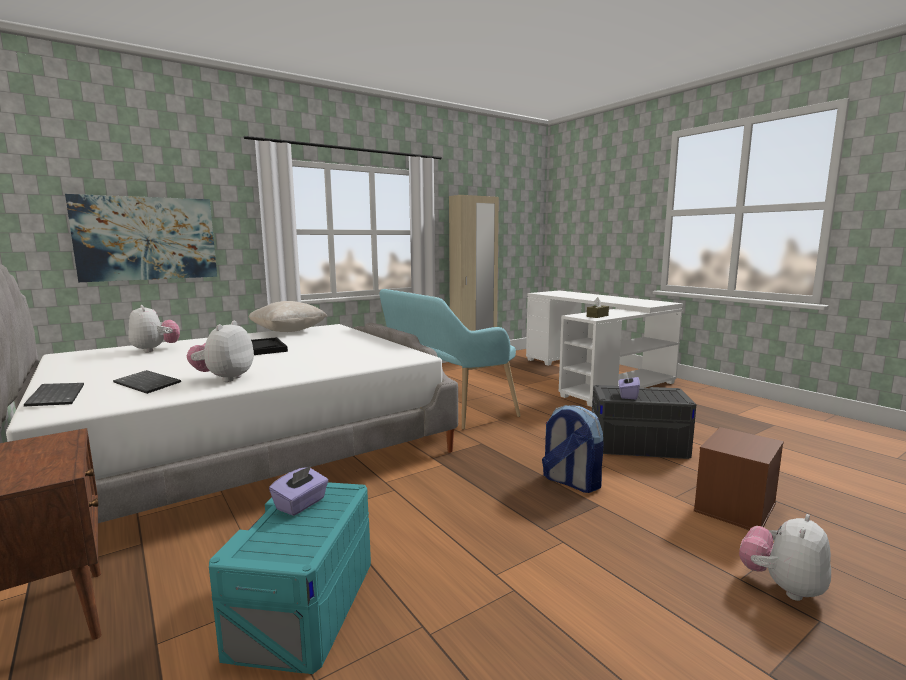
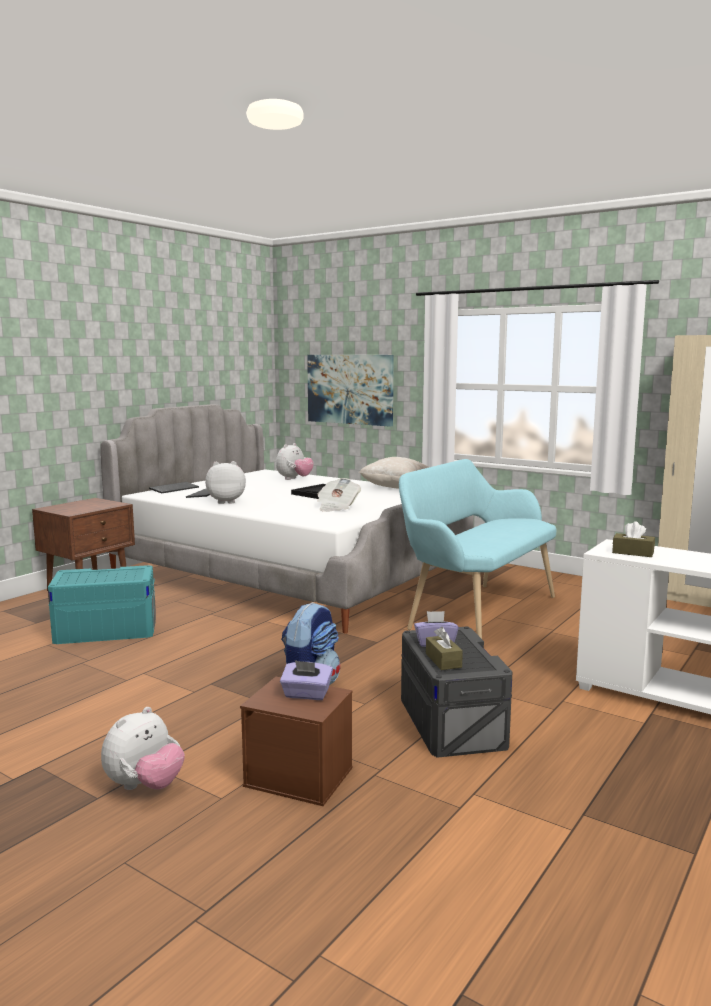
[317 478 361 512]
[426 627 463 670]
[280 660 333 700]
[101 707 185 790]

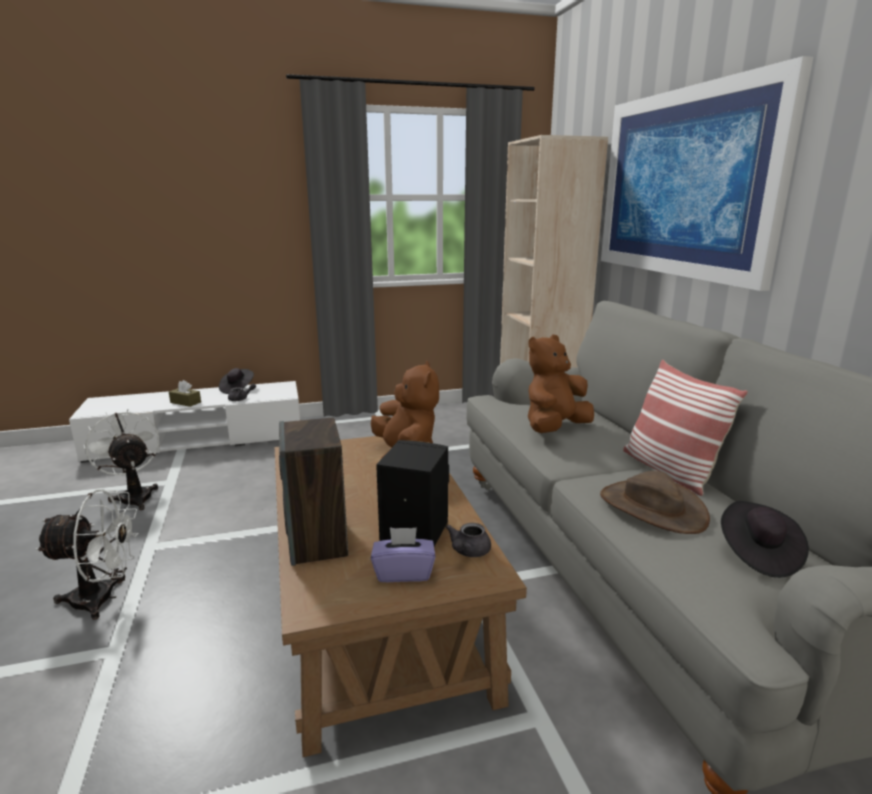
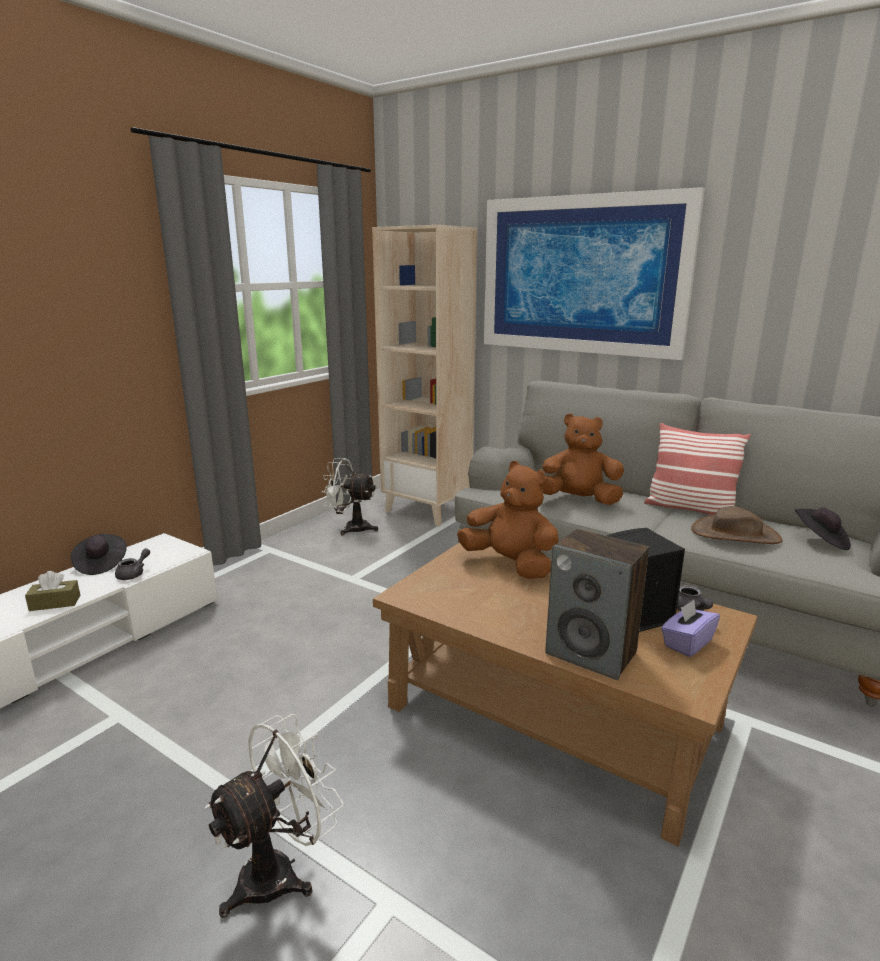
[322 458 378 535]
[542 414 624 505]

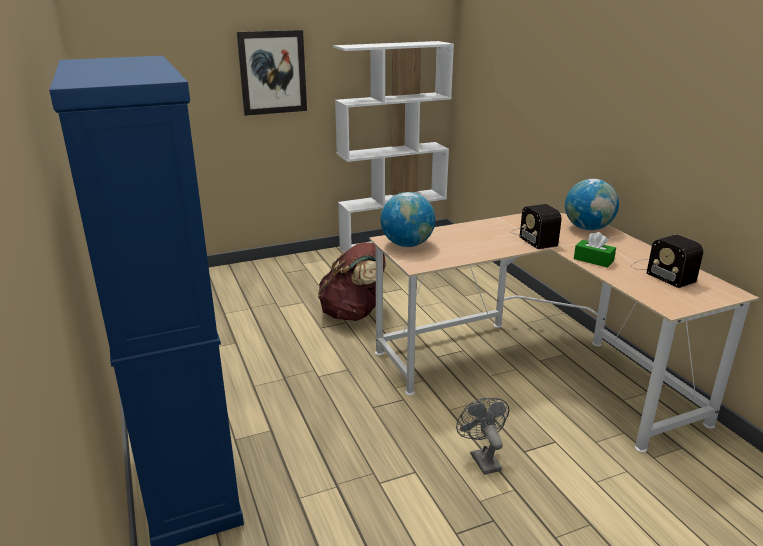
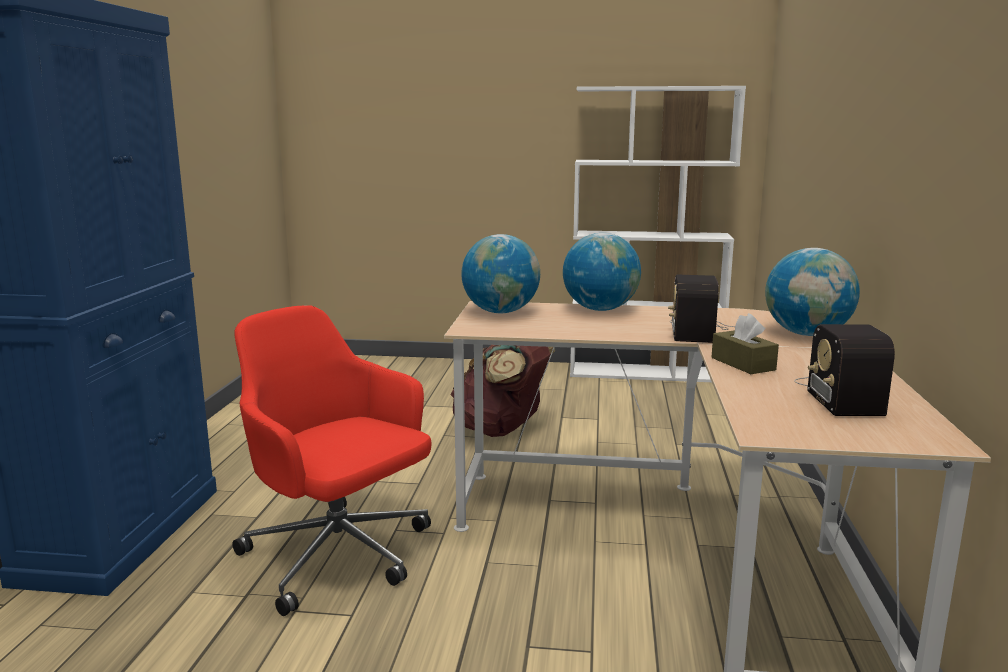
[237 30 307 116] (first image)
[456 398 509 475] (first image)
[232 306 431 616]
[563 233 641 311]
[711 313 779 374]

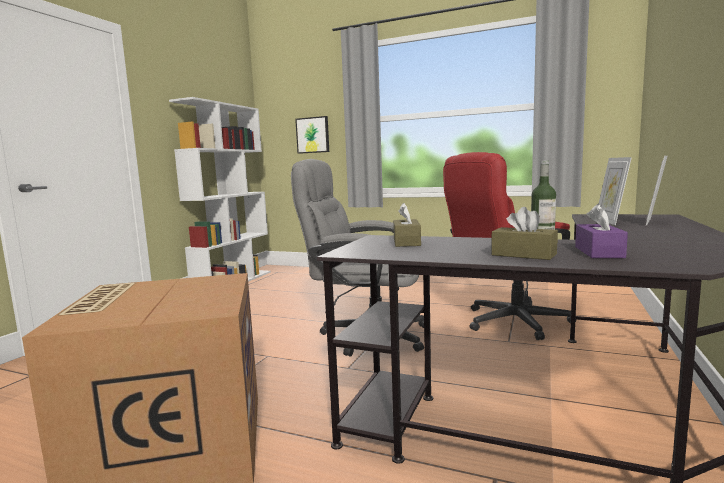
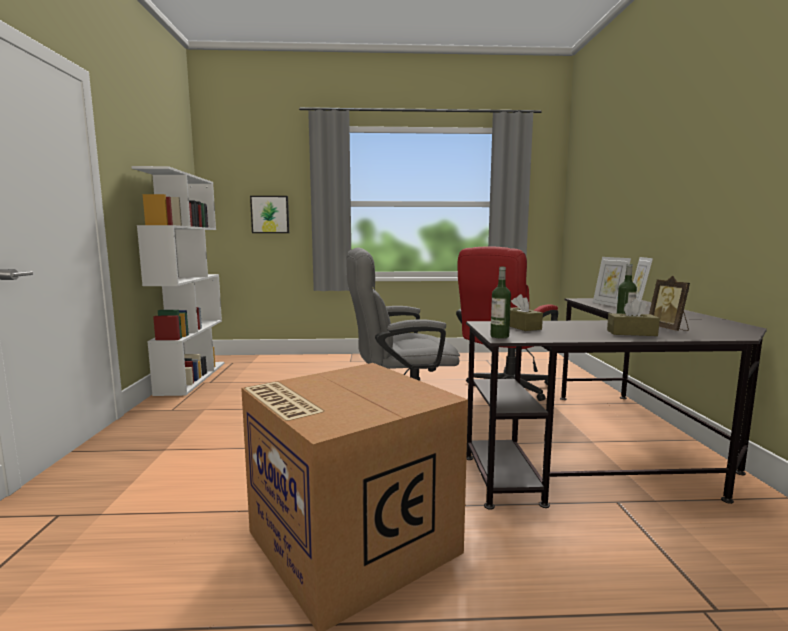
[490 267 511 338]
[649 276 690 331]

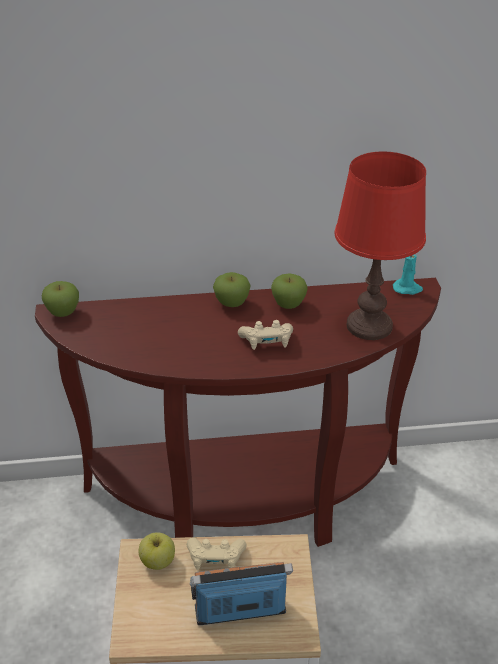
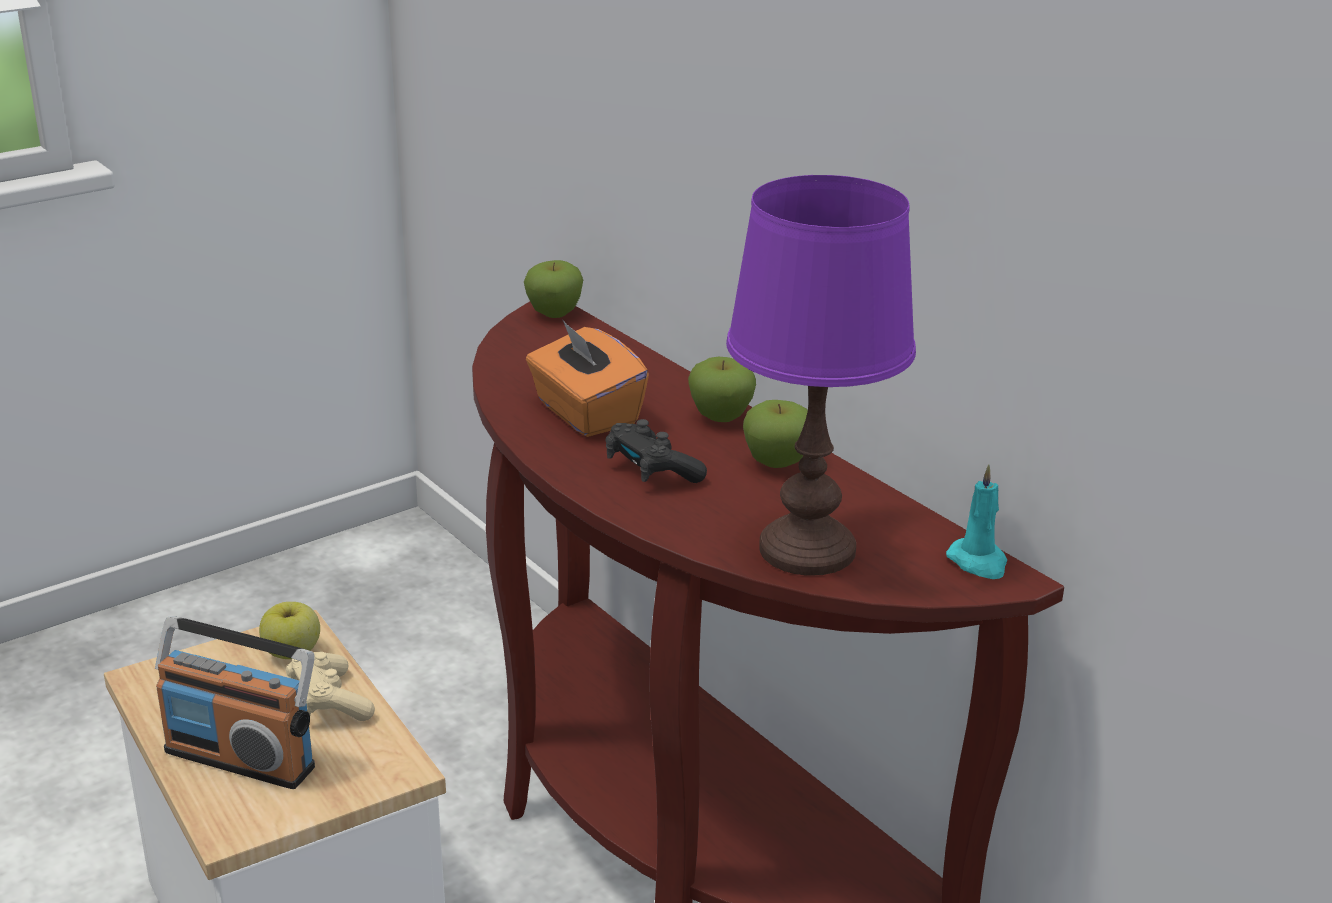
[526 319 649 437]
[606 419 707 483]
[726 175 916 575]
[155 616 315 789]

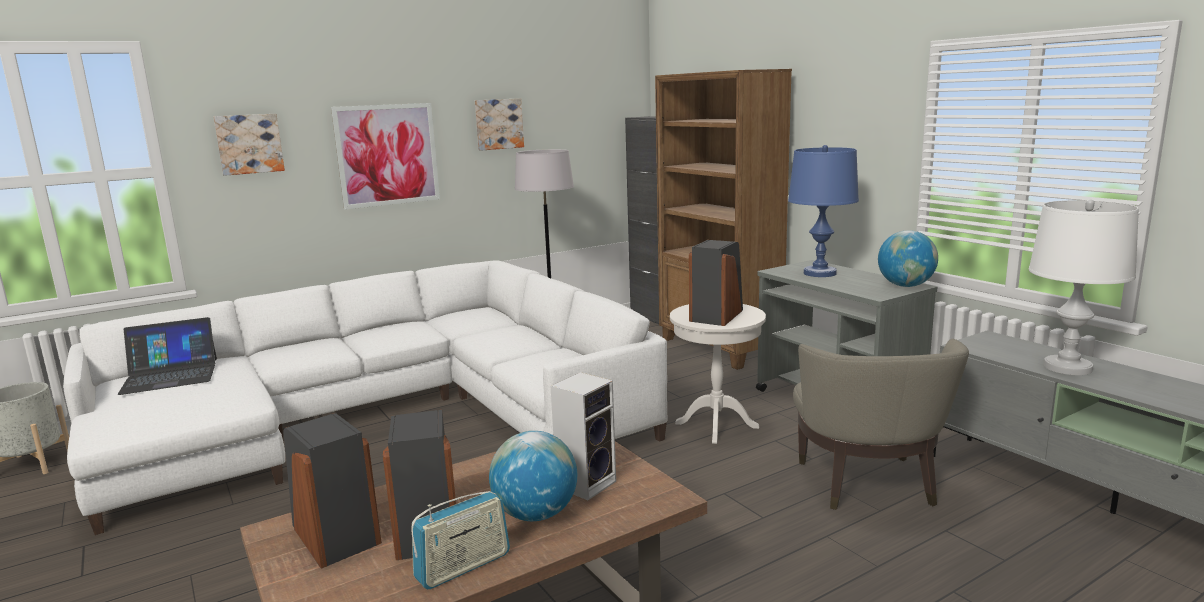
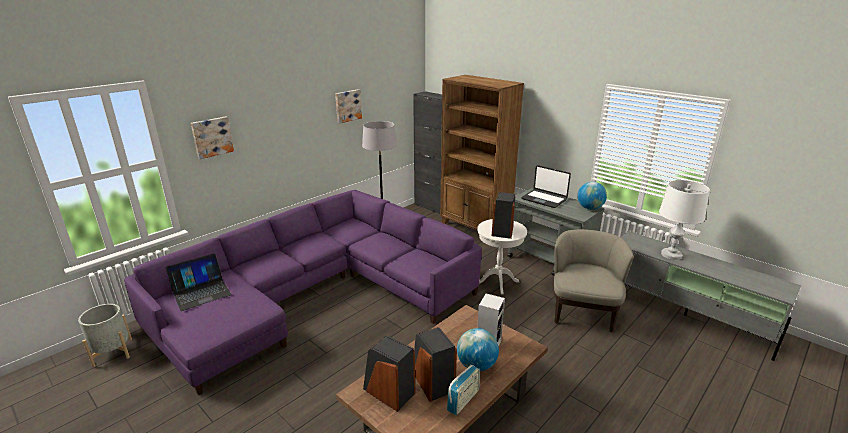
[331 103 440 210] (first image)
[521 165 571 208]
[124 190 482 396]
[554 229 634 332]

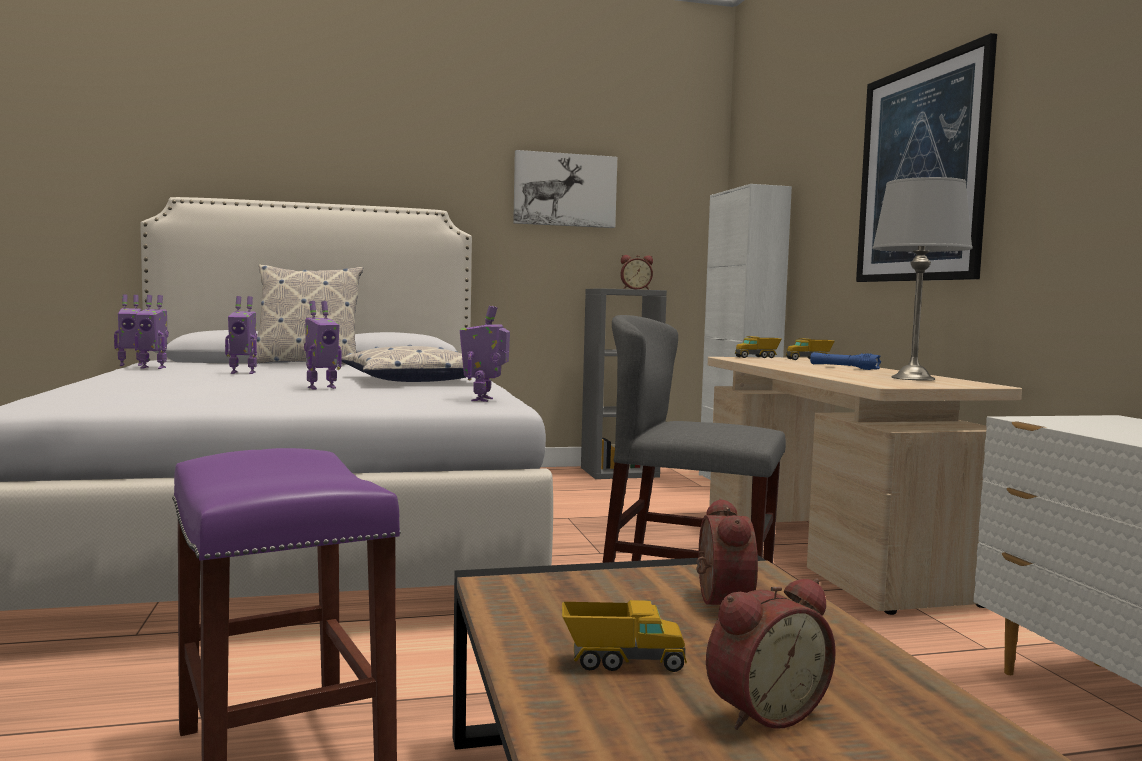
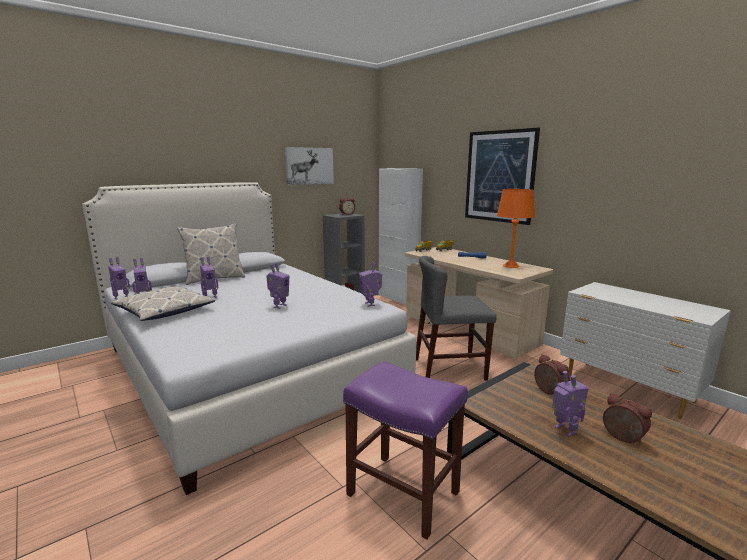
[111 286 215 321]
[552 371 589 437]
[497 189 535 268]
[603 393 652 443]

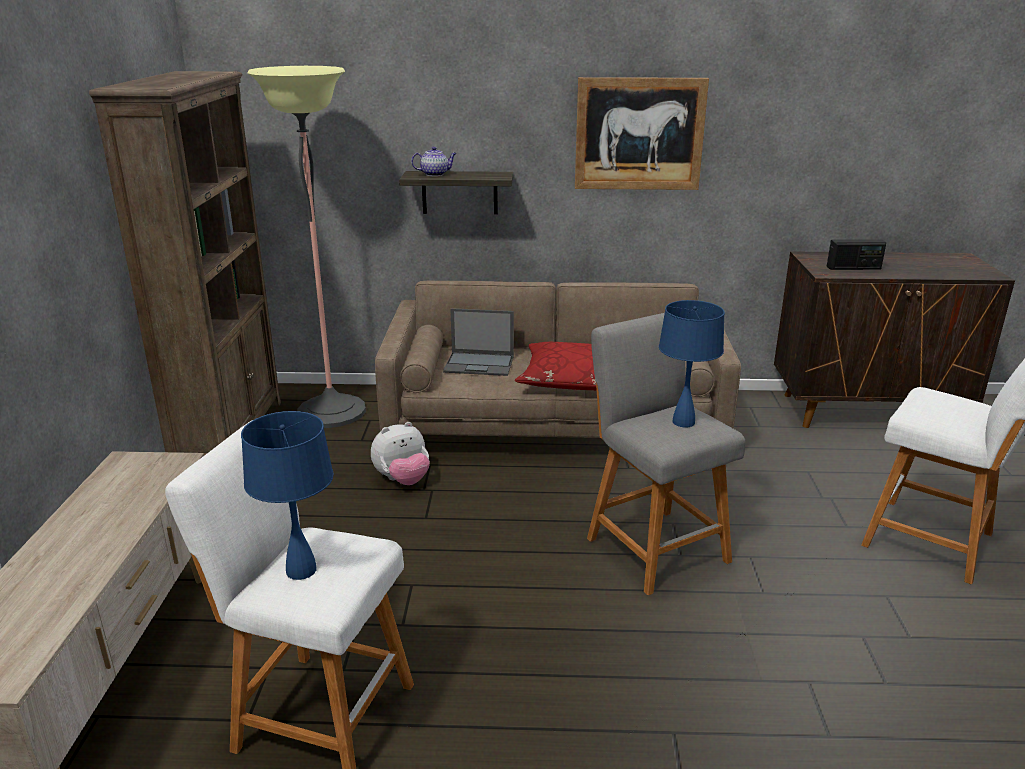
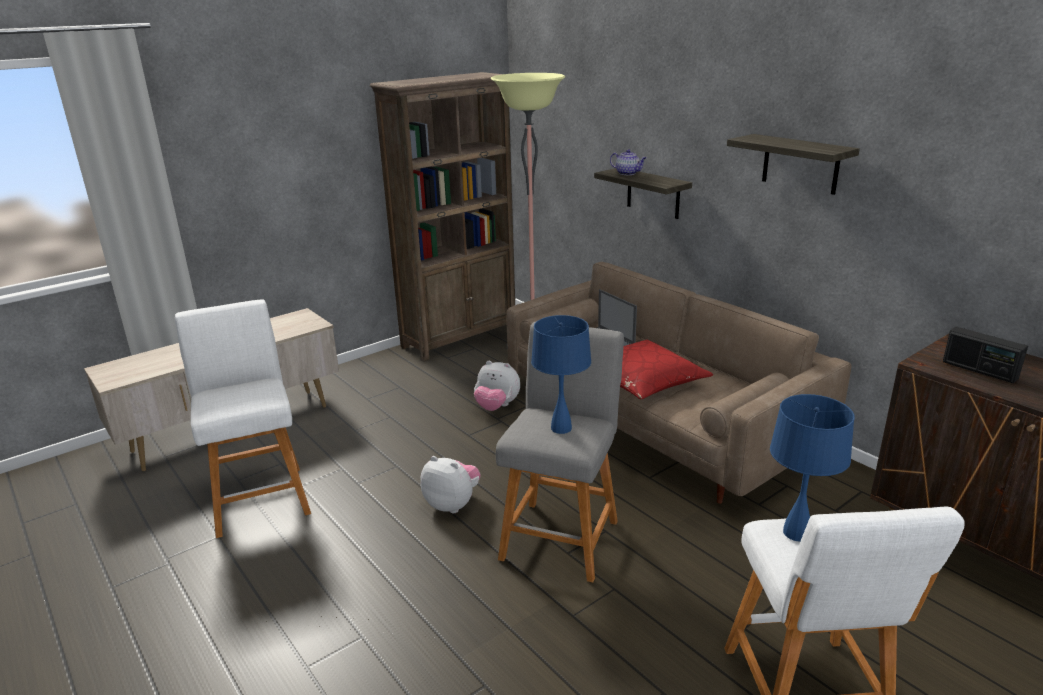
[420 456 480 513]
[770 394 855 542]
[727 134 860 195]

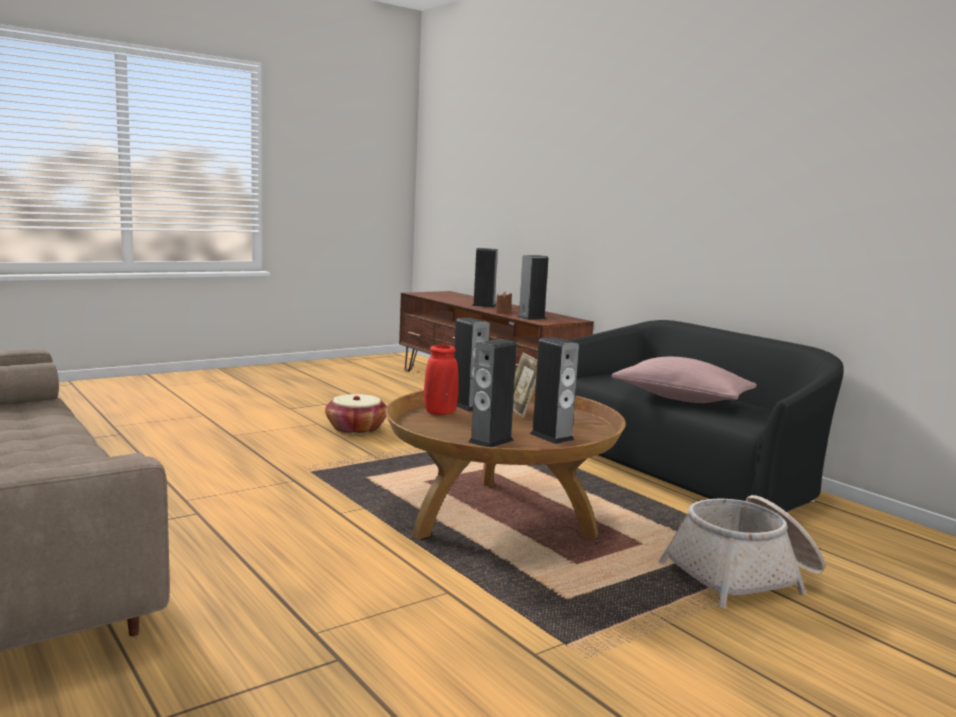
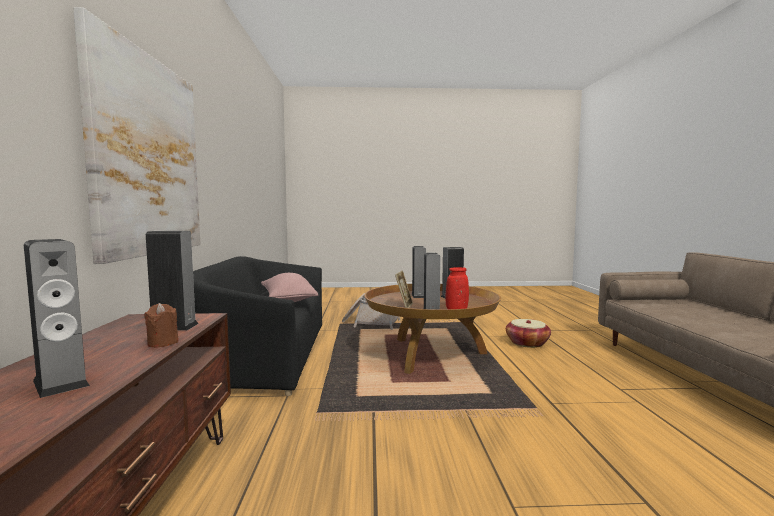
[73 7 200 264]
[506 319 551 348]

